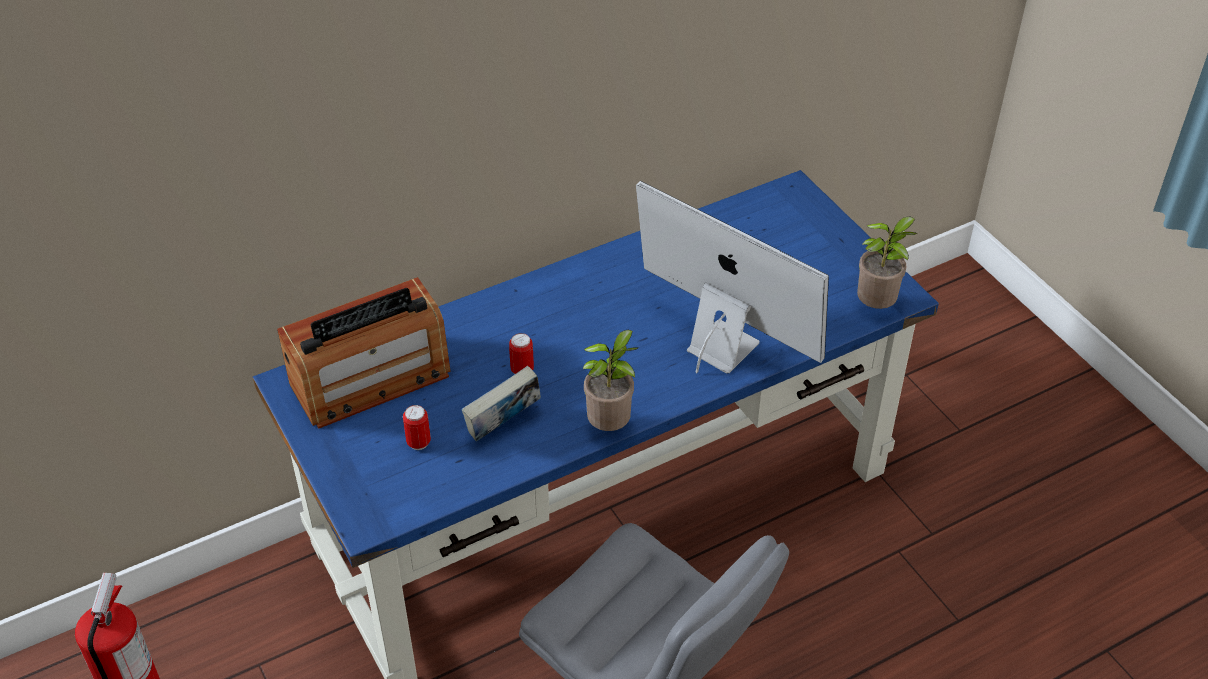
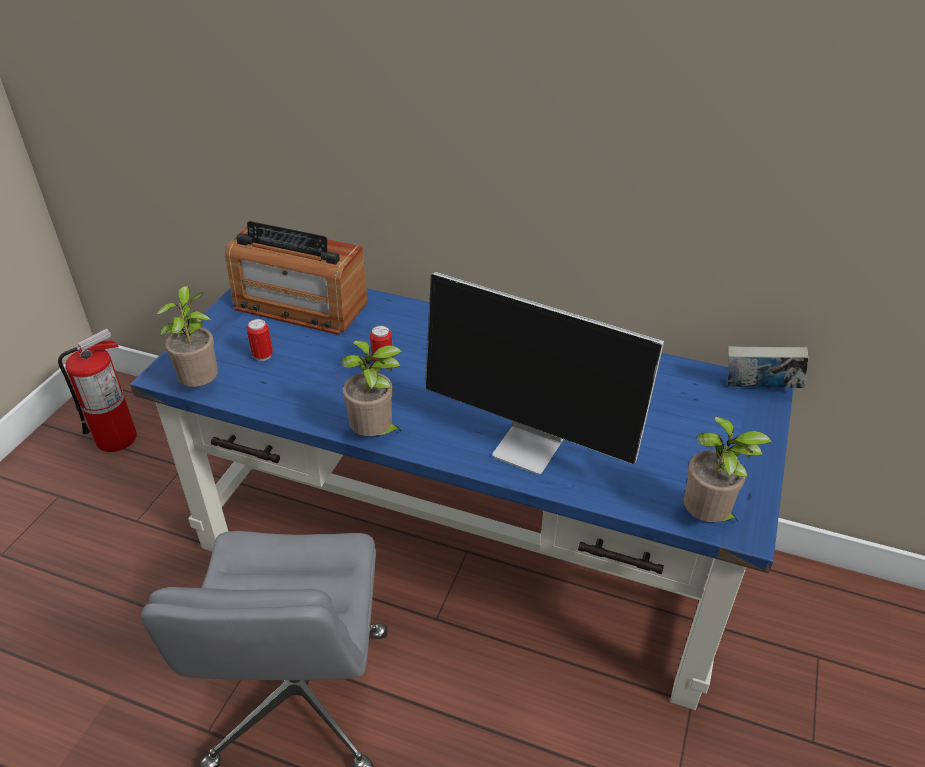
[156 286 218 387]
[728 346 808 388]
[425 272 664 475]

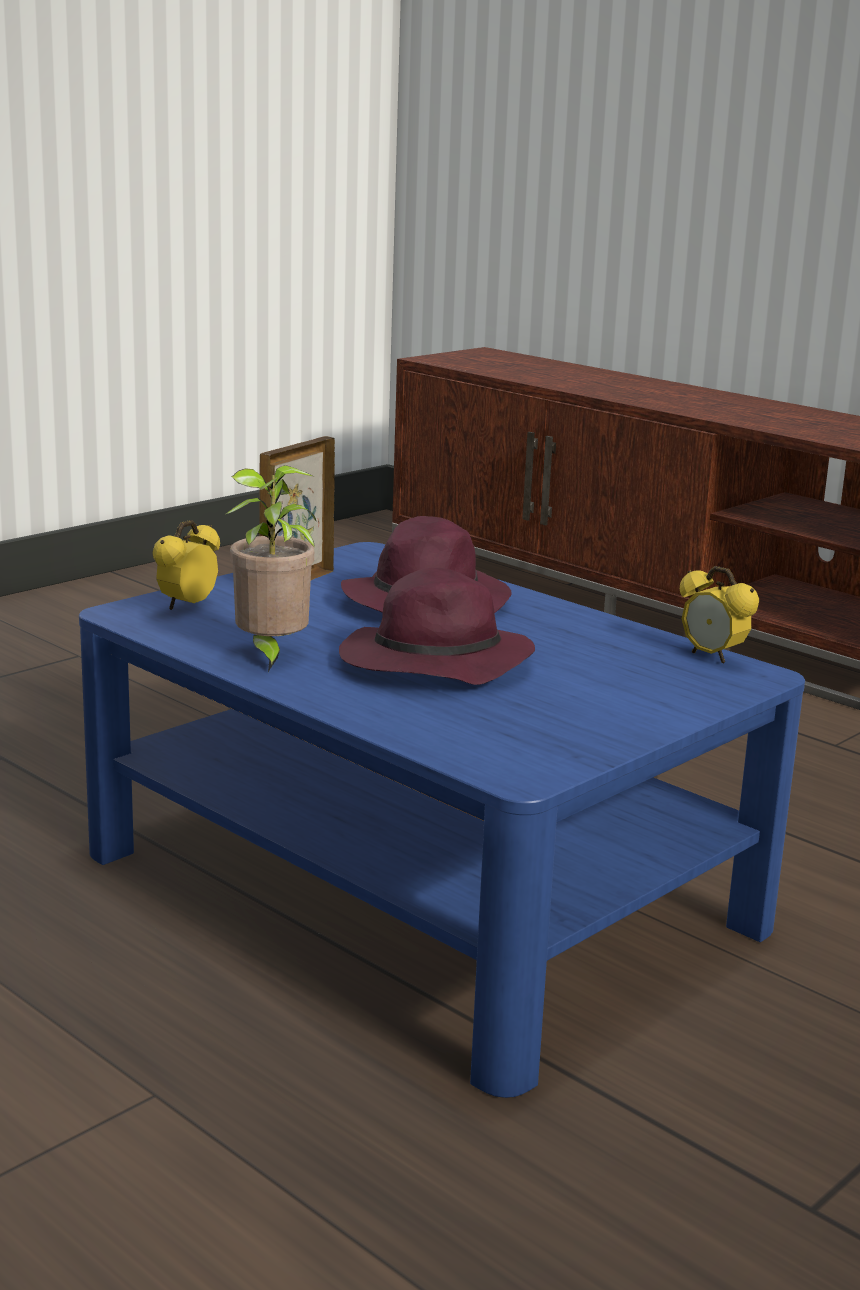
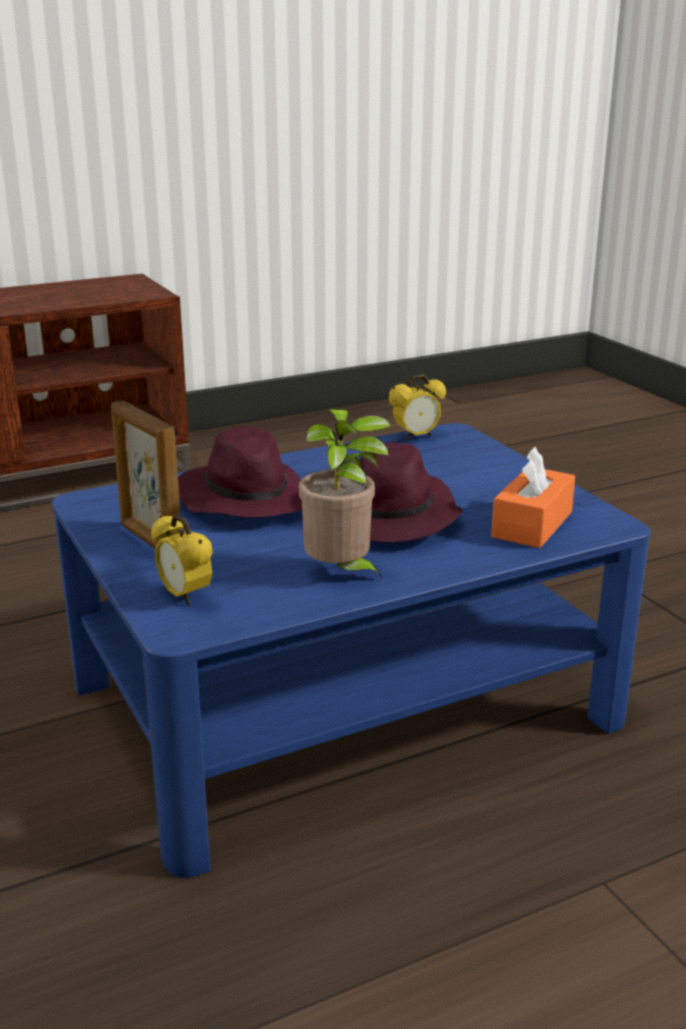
[491 447 575 548]

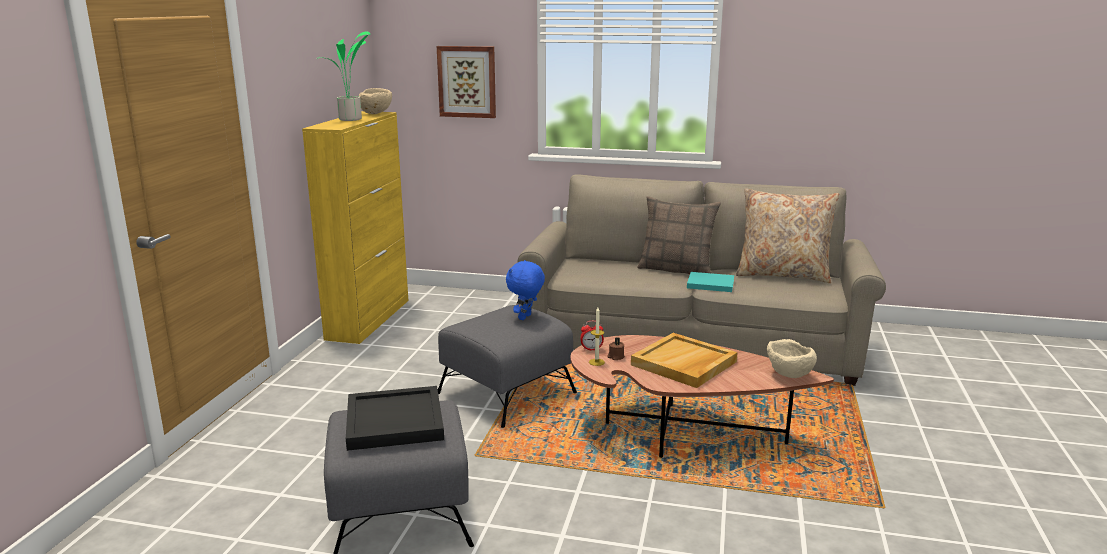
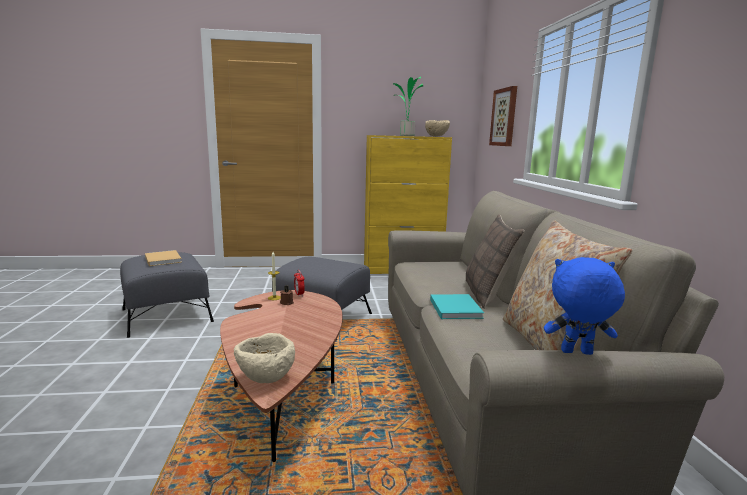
[631 333 738 388] (first image)
[544 257 625 355]
[145 250 182 266]

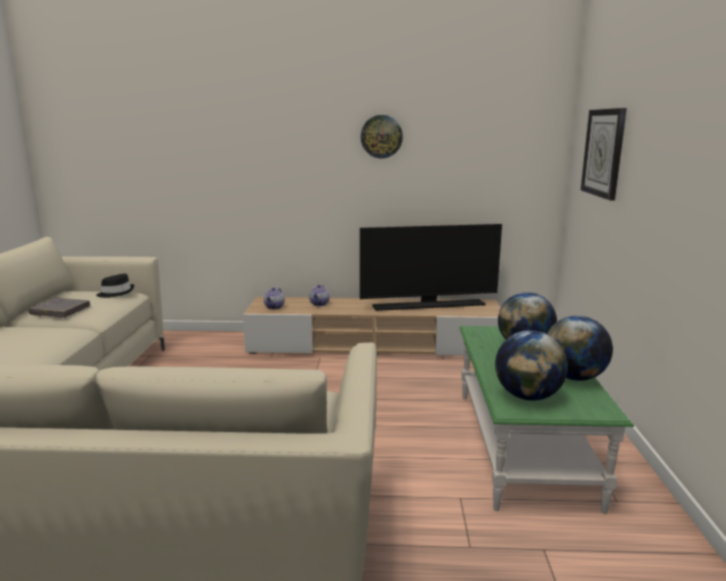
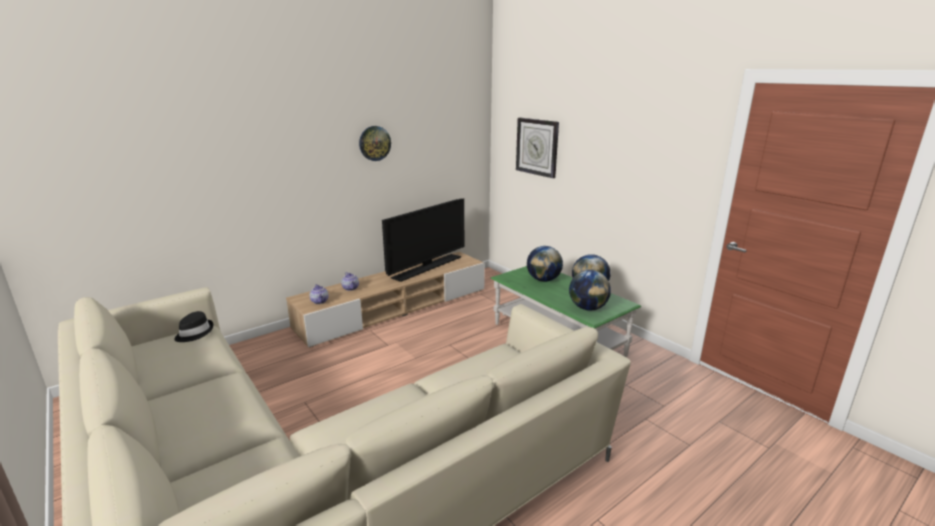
[28 298 90 318] (first image)

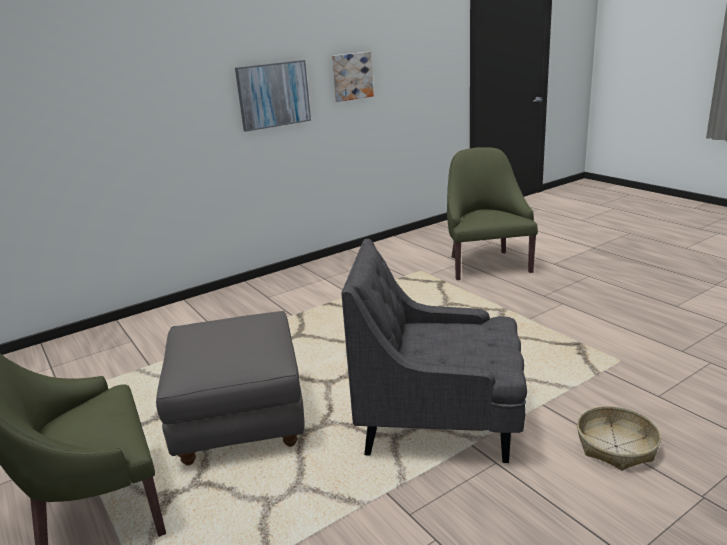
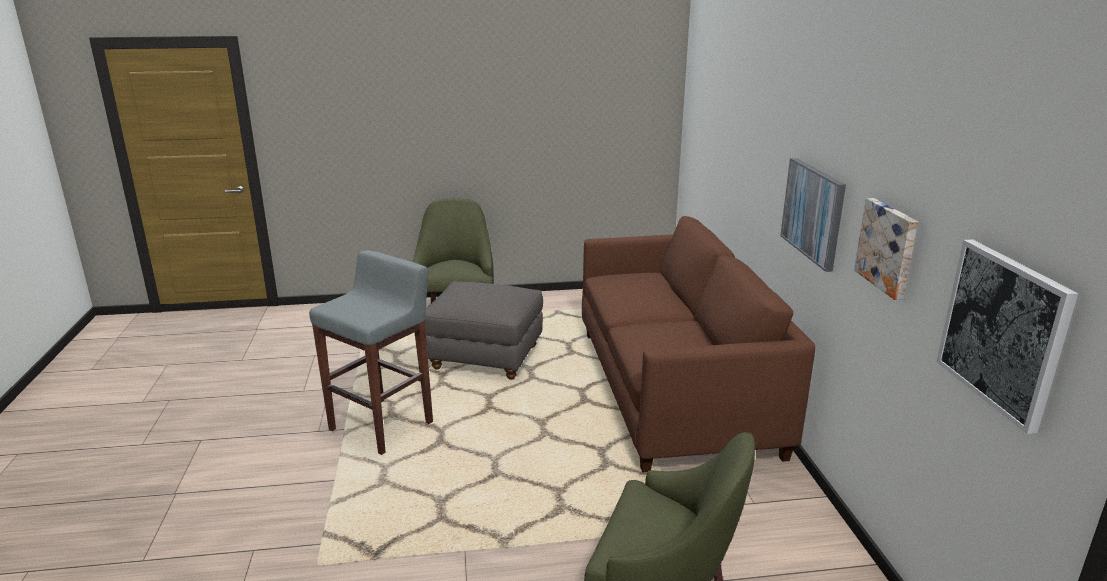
[577 406 661 471] (first image)
[582 216 815 472]
[936 239 1078 434]
[309 250 433 455]

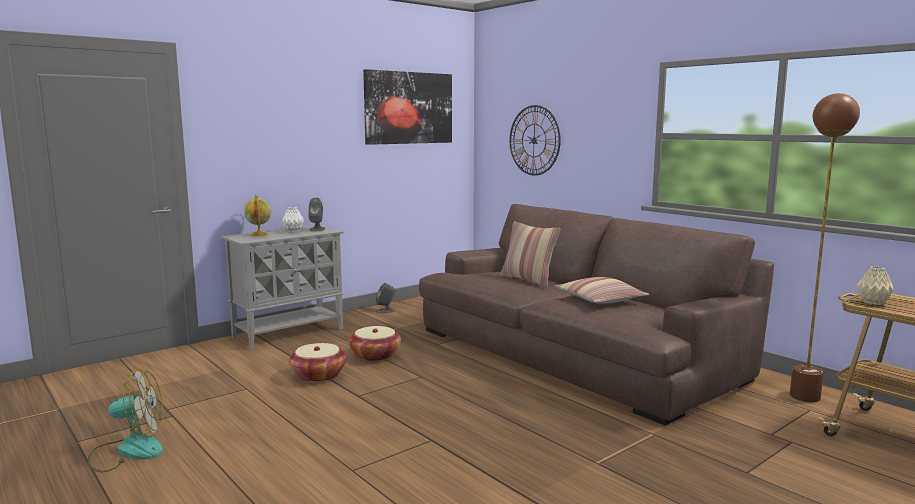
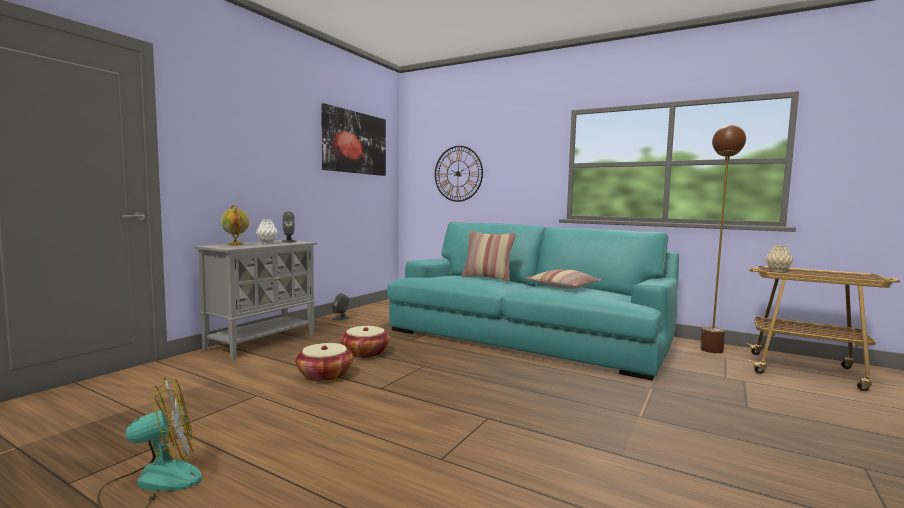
[387 222 679 381]

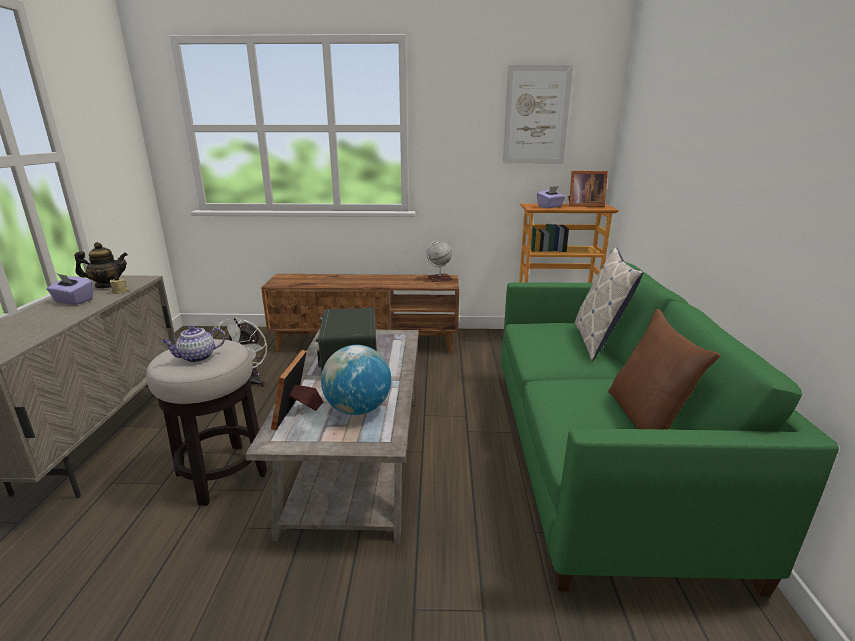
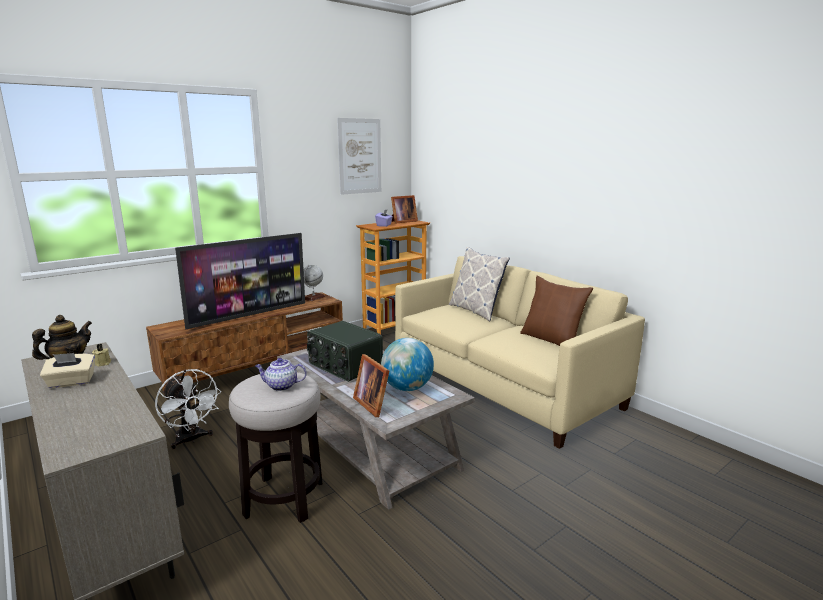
[175 233 305 329]
[40 353 95 388]
[395 256 645 449]
[255 358 307 391]

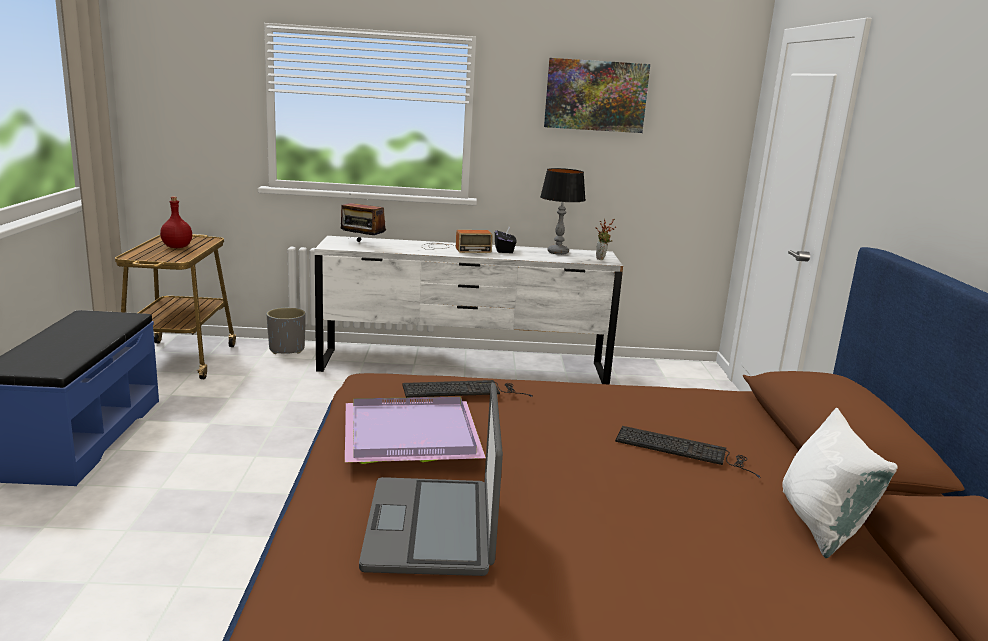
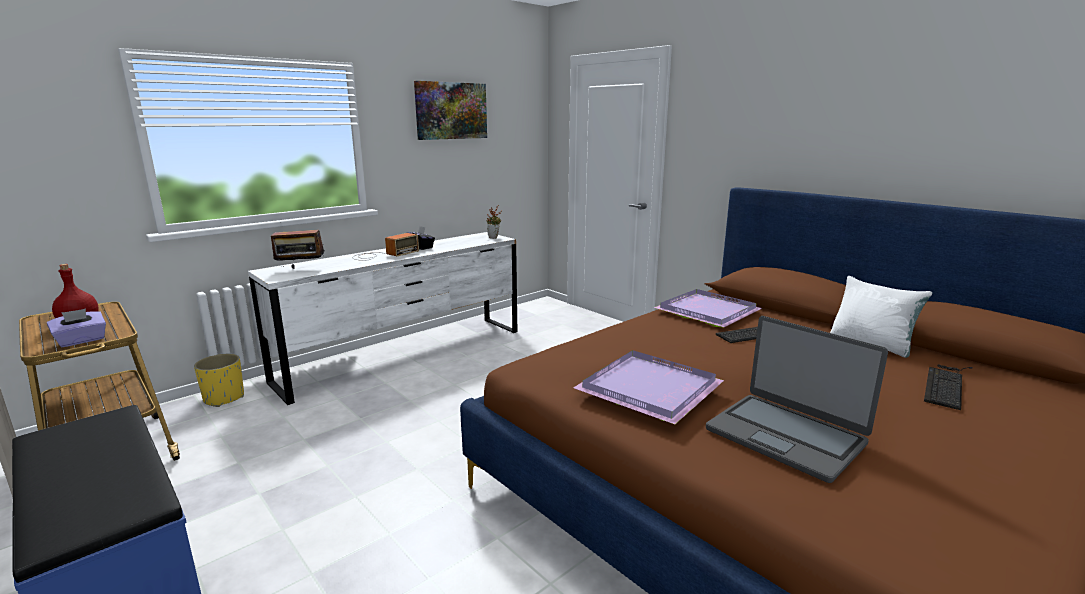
[540 168 586 255] (first image)
[47 309 106 347]
[654 289 762 328]
[924 364 973 410]
[194 354 244 407]

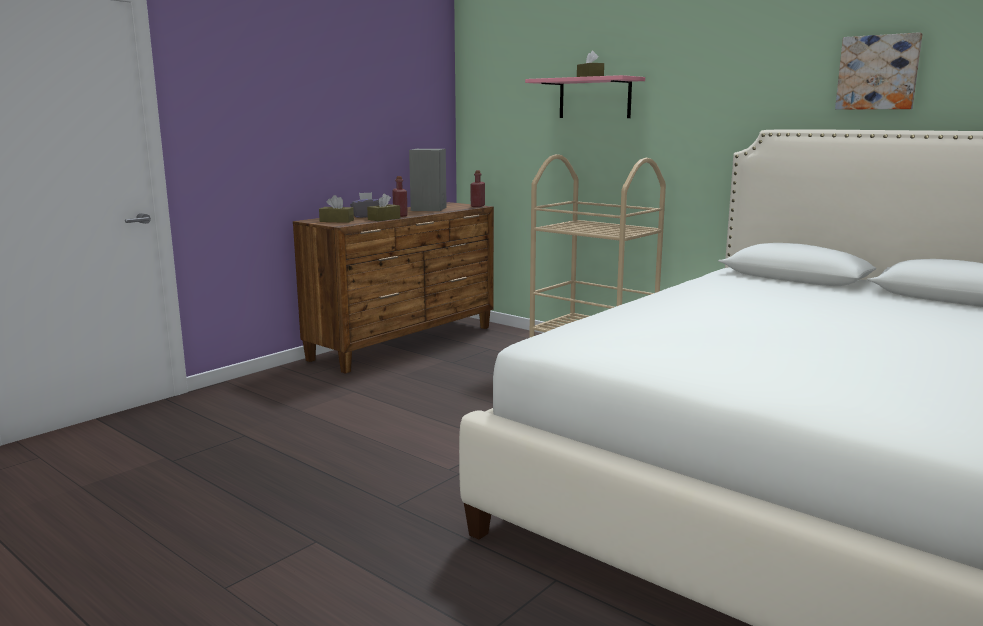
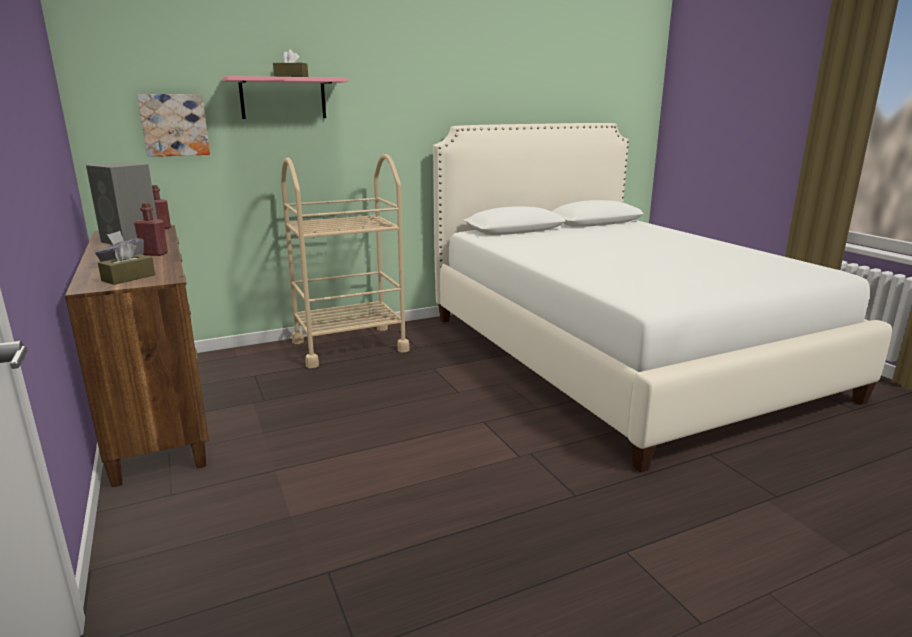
[367 194 400 221] (first image)
[137 94 210 157]

